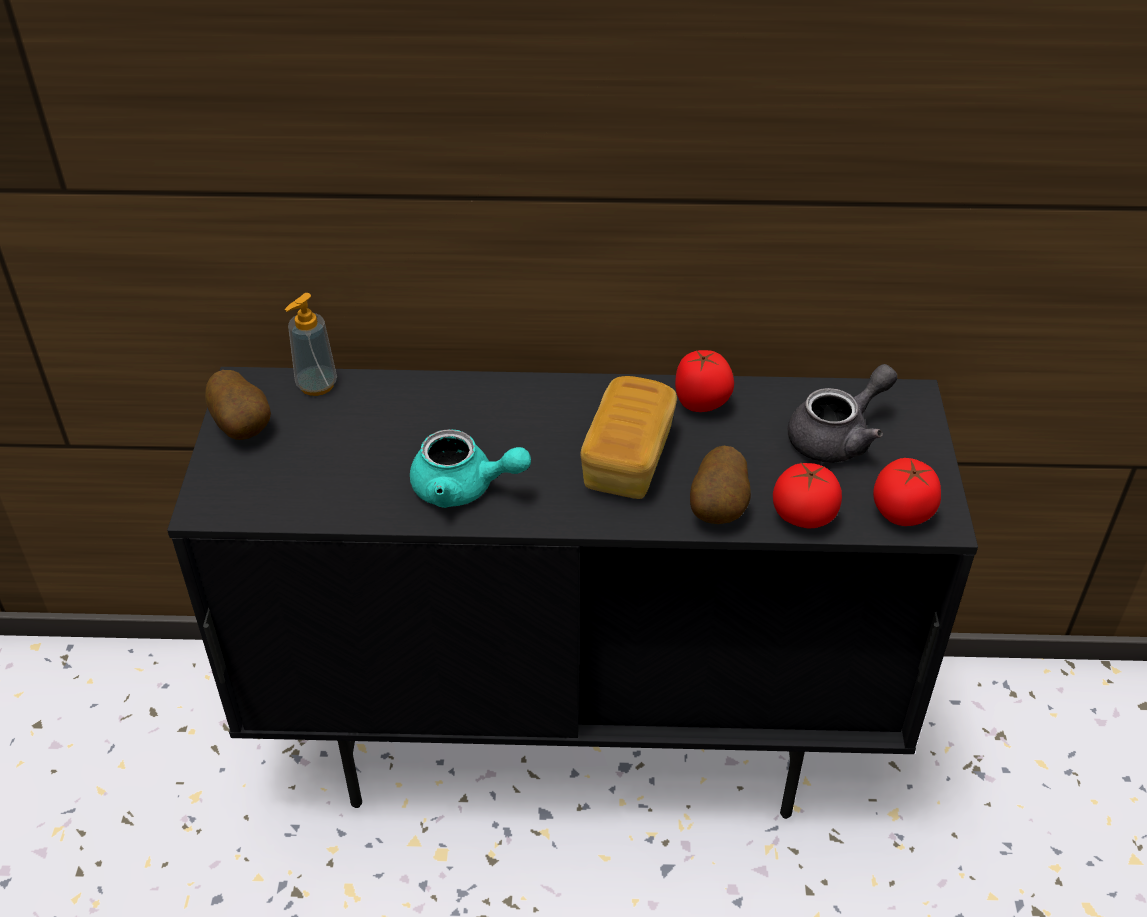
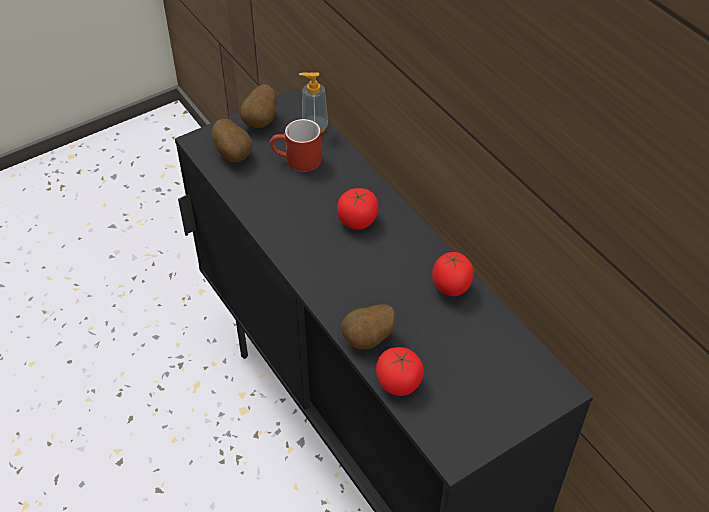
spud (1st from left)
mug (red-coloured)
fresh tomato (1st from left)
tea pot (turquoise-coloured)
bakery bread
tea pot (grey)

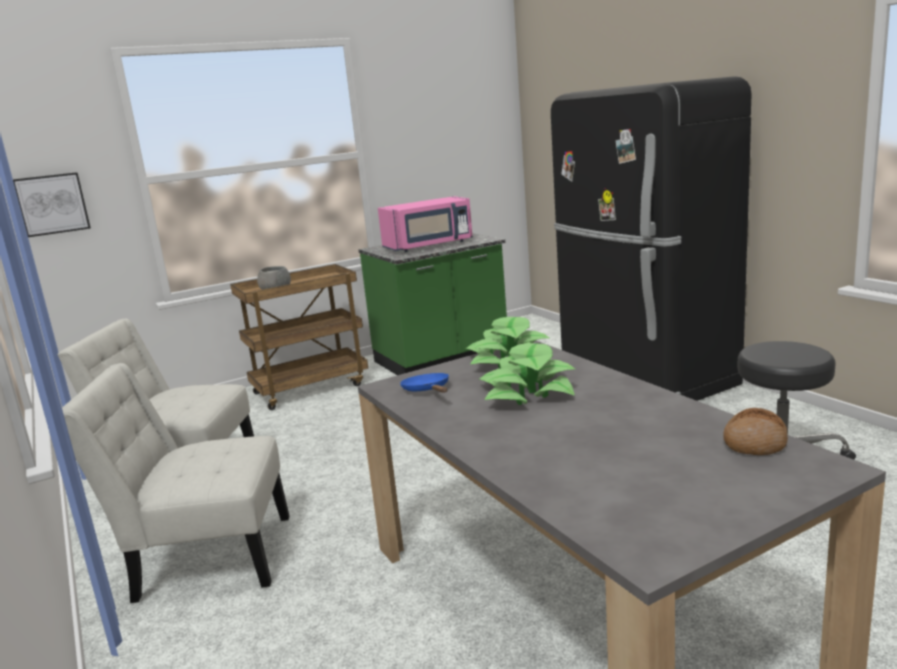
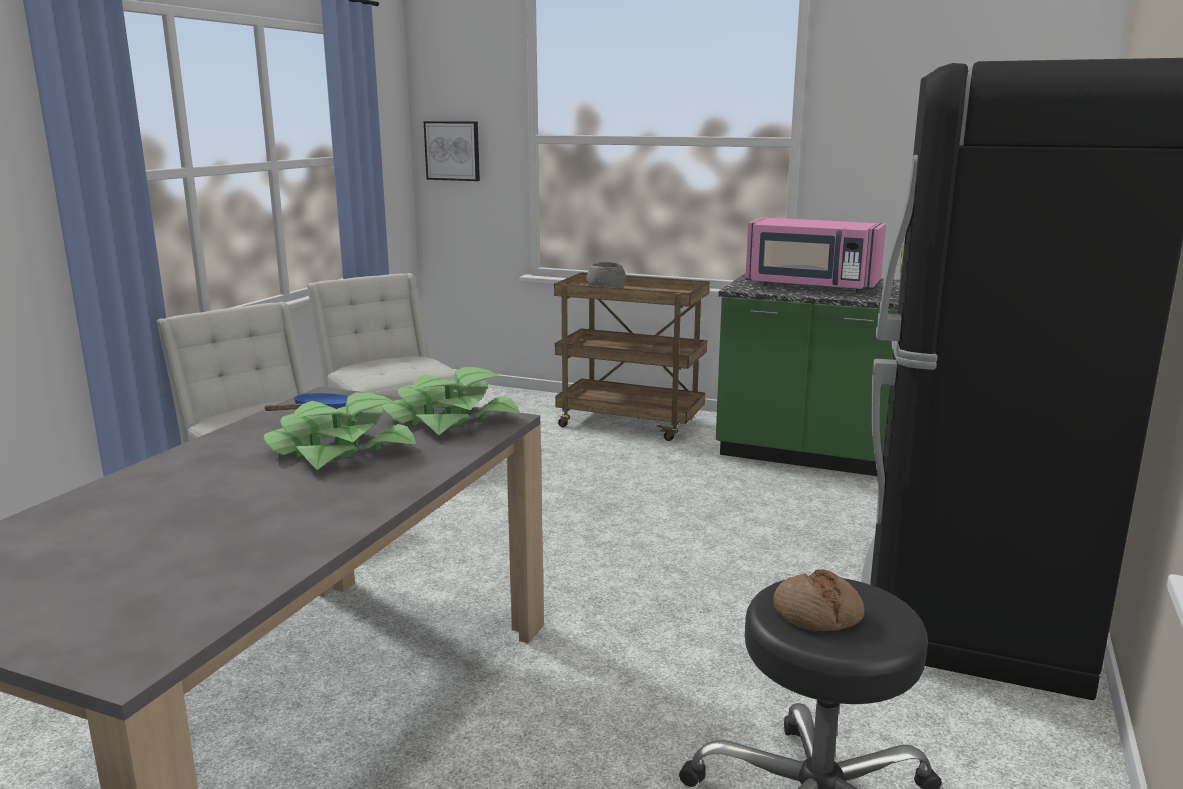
bakery bread

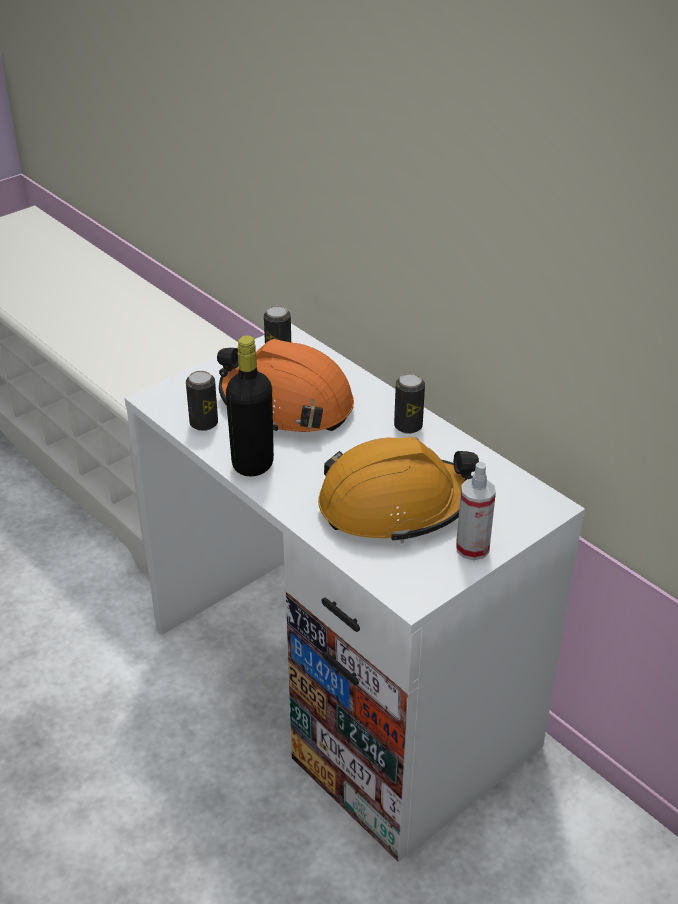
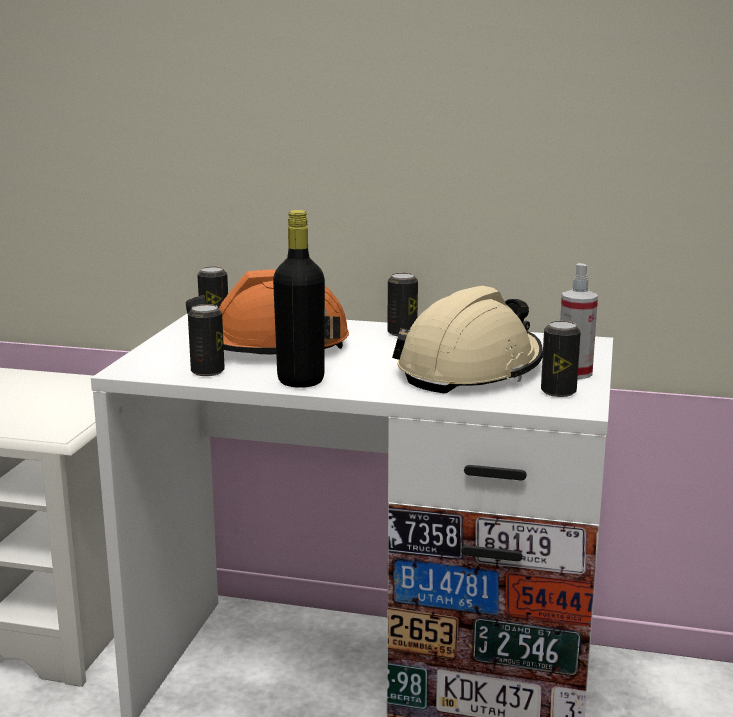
work helmet (beige)
can (4th from left)

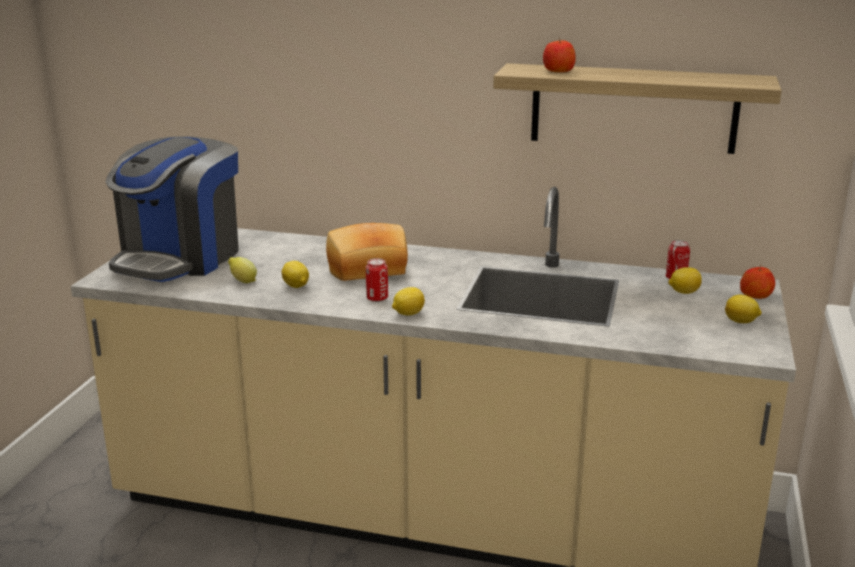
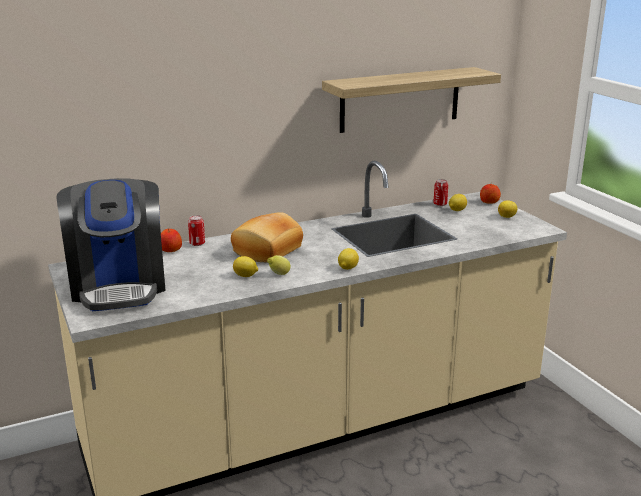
whole apple (1st from left)
can (1st from left)
lemon (2nd from left)

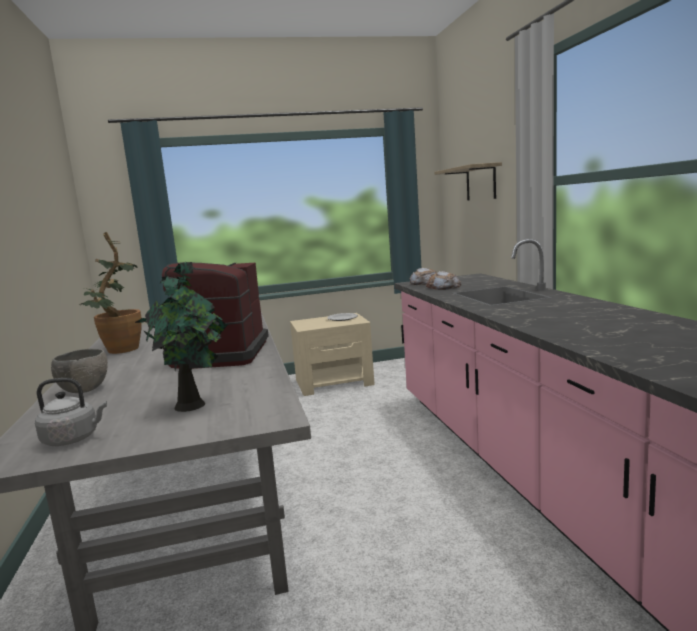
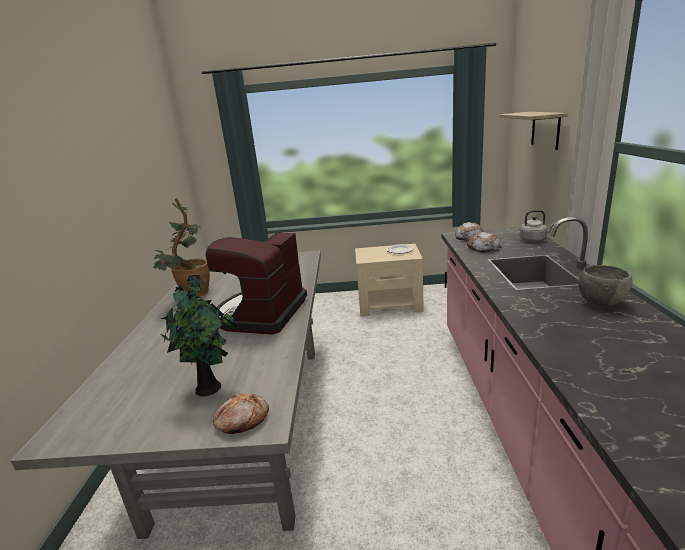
bakery bread (1st from left)
kettle (grey)
bowl (grey)

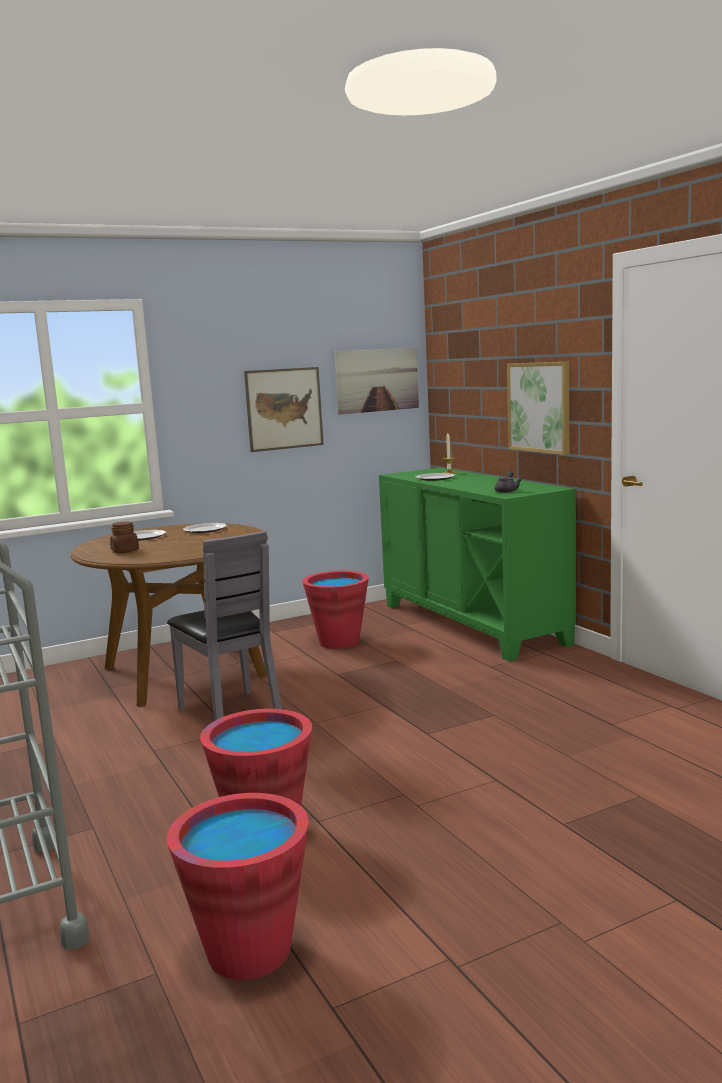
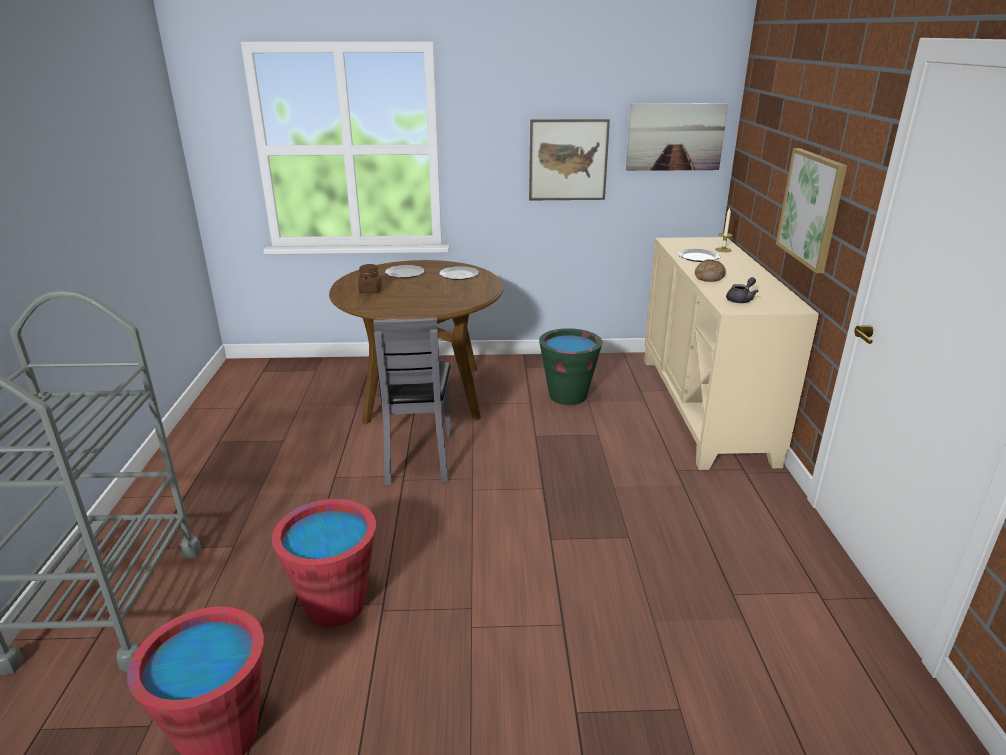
pail (greenish)
storage cabinet (beige)
bakery bread

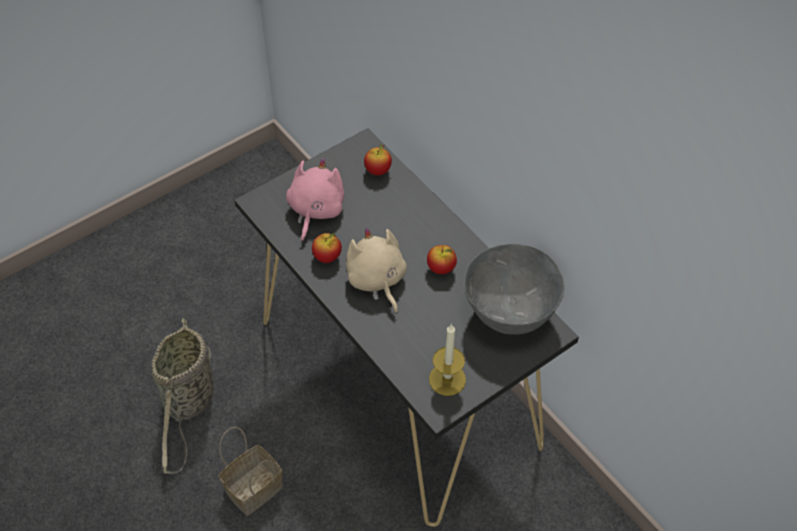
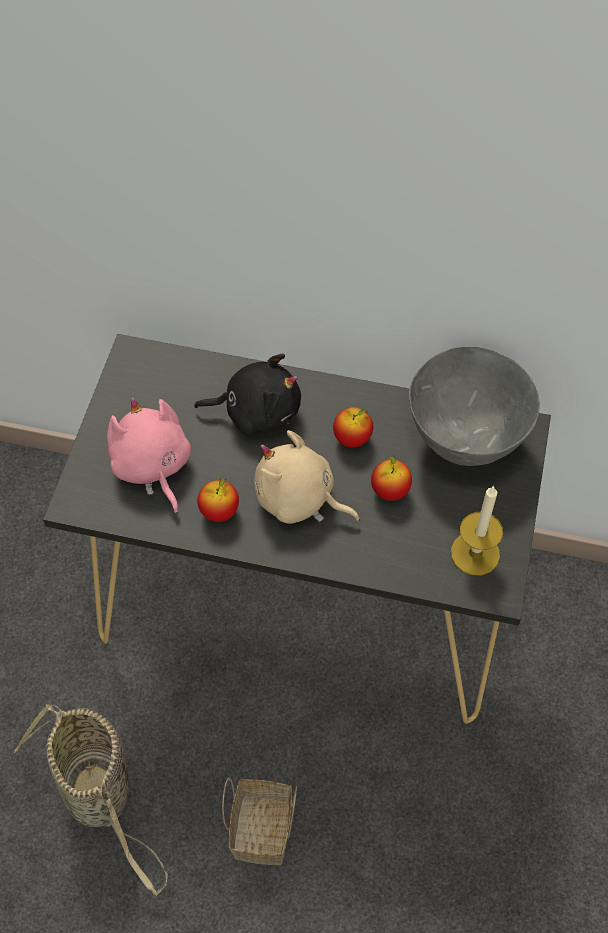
plush toy (blackish)
whole apple (3rd from left)

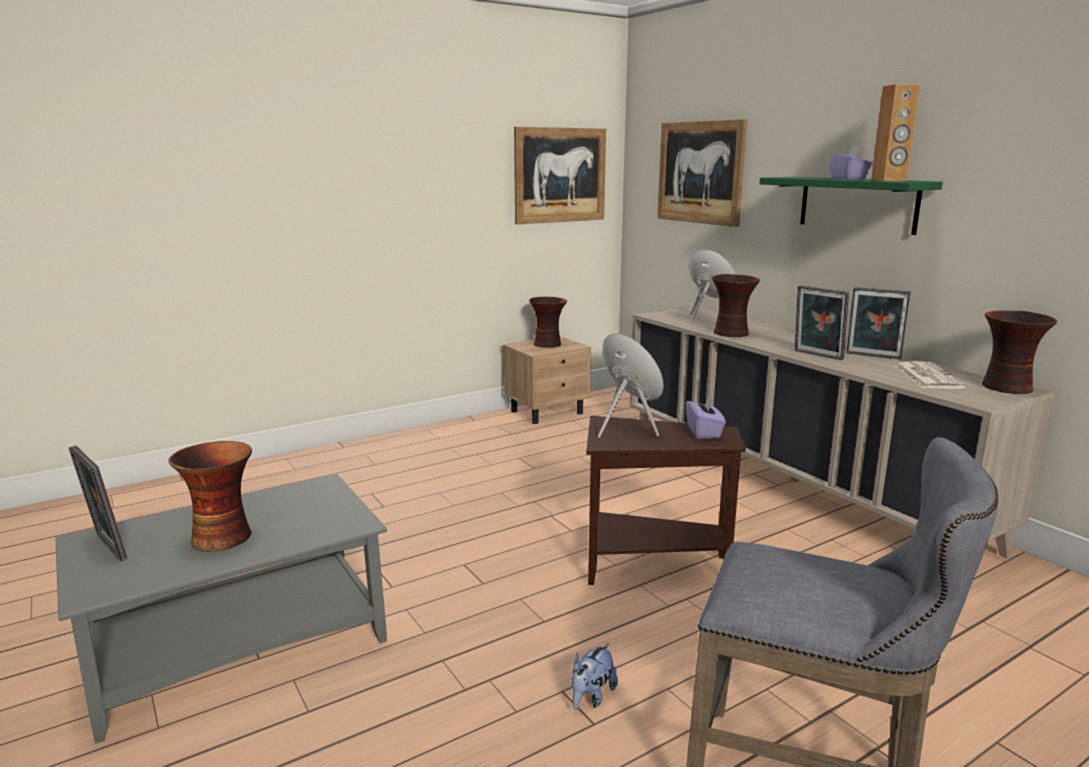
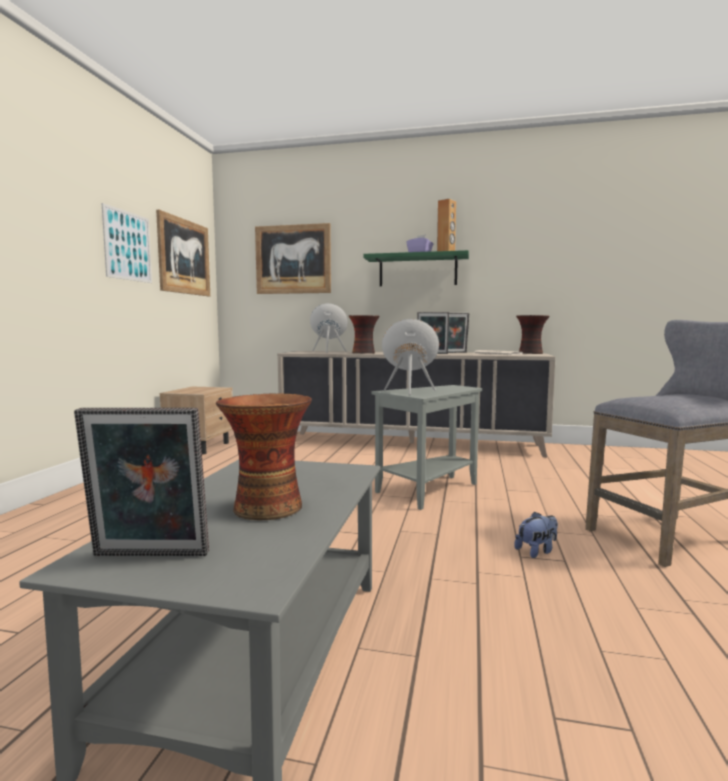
wall picture (1st from left)
end table (grey)
plush toy
flower vase (2nd from left in the first image)
box of tissues (purple) (1st from left in the first image)

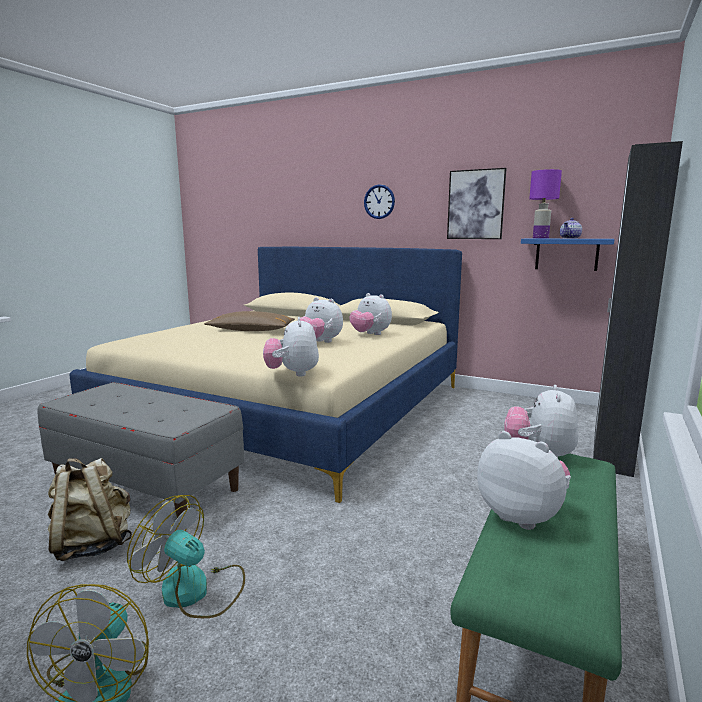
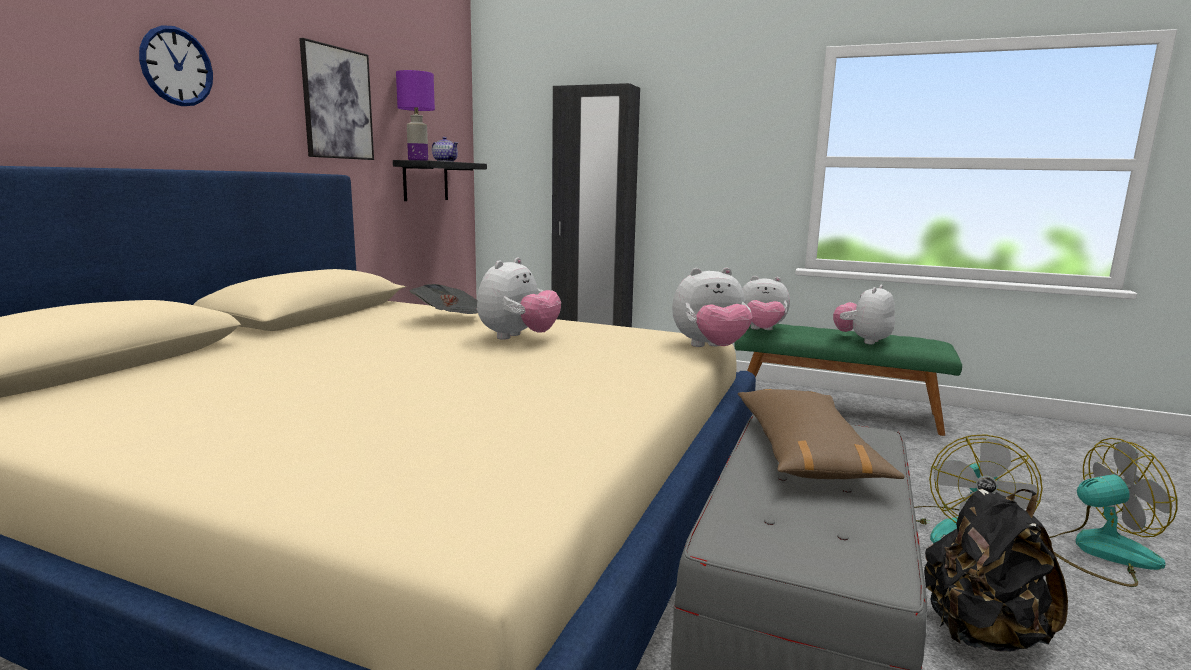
bracket shelf (blackish)
daily paper
cushion (brownish)
backpack (blackish)

